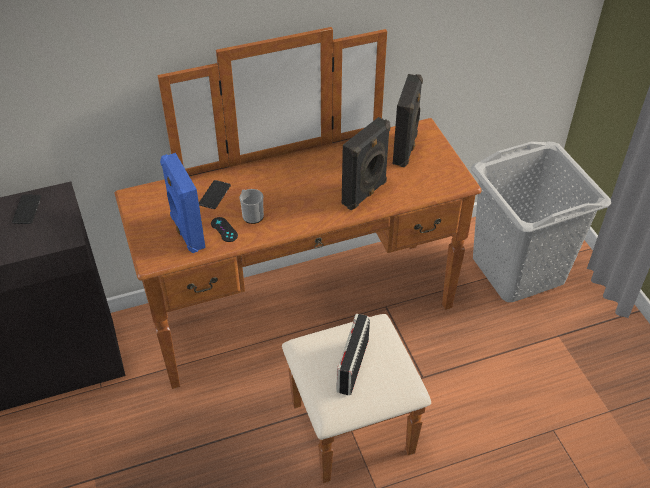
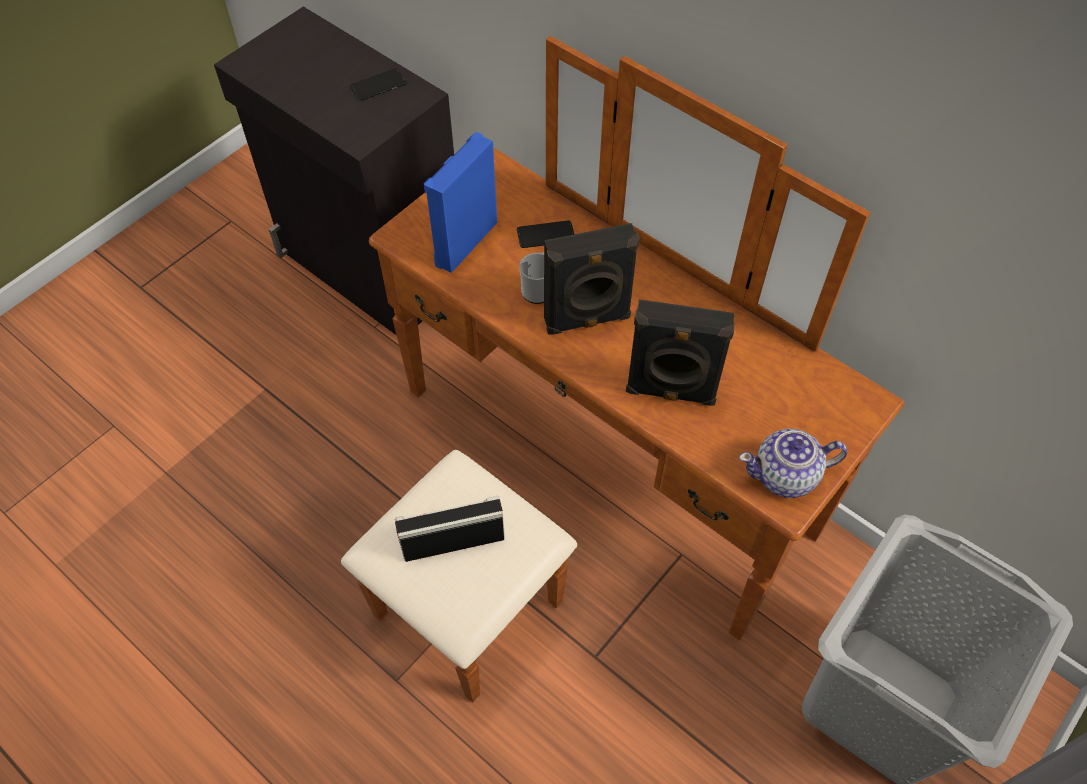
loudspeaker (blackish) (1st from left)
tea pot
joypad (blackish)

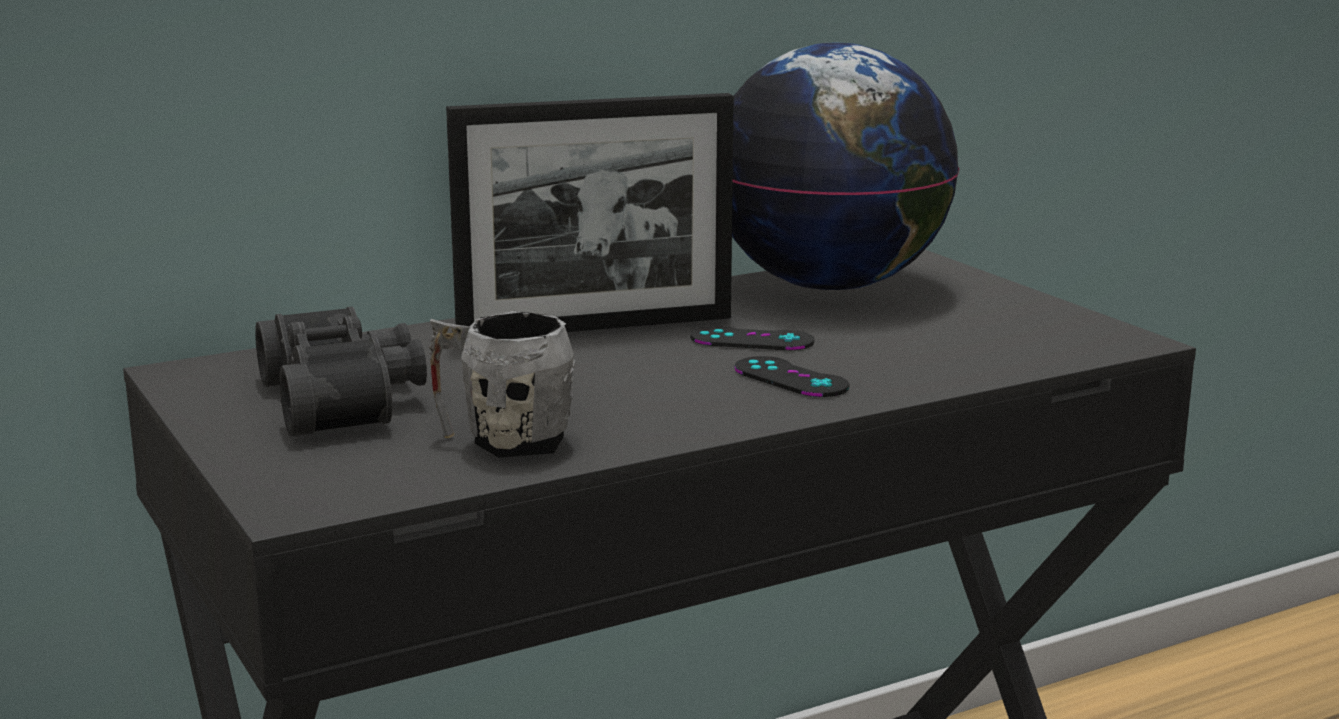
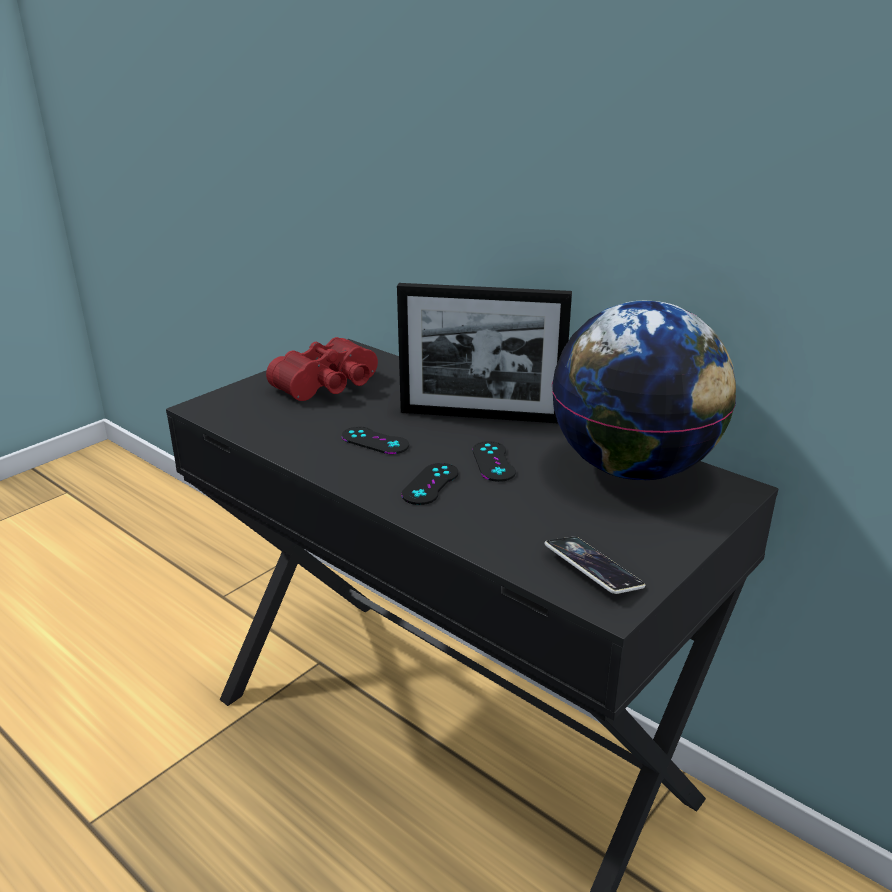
pair of binoculars (red-coloured)
joypad (blackish) (1st from left)
photo frame
telephone
mug (grey)

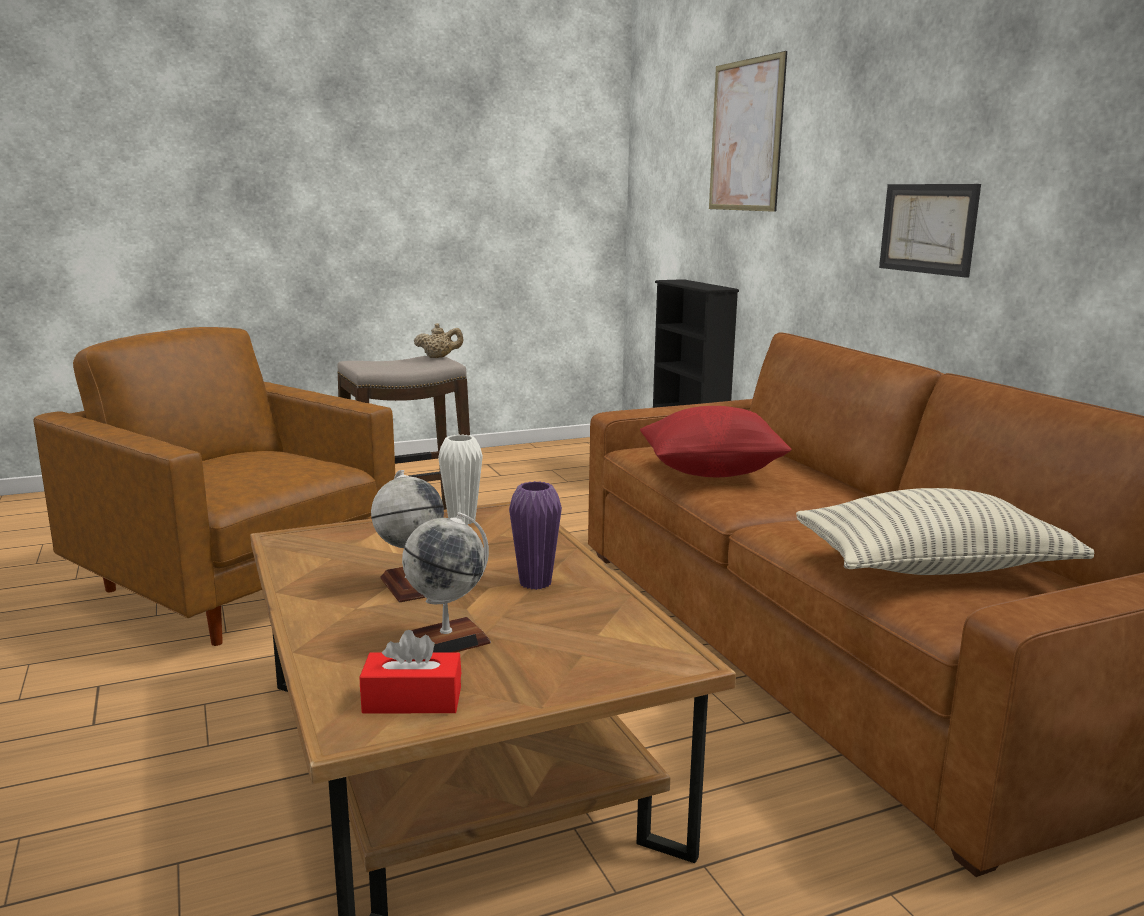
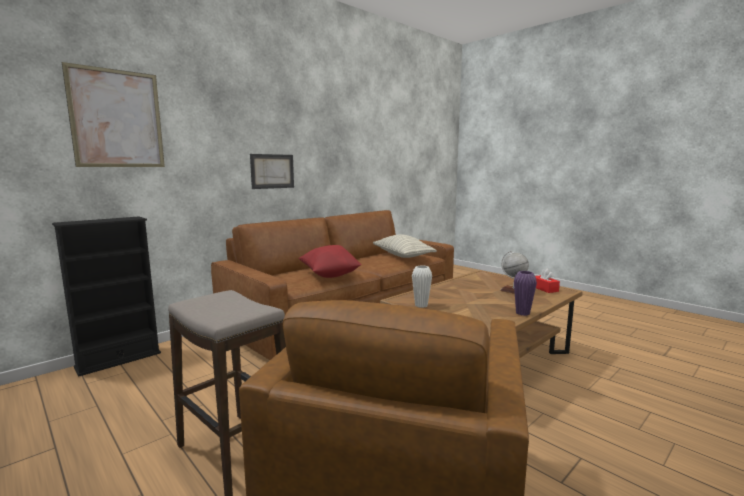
flower vase (purple)
world globe (1st from left in the first image)
tea pot (beige)

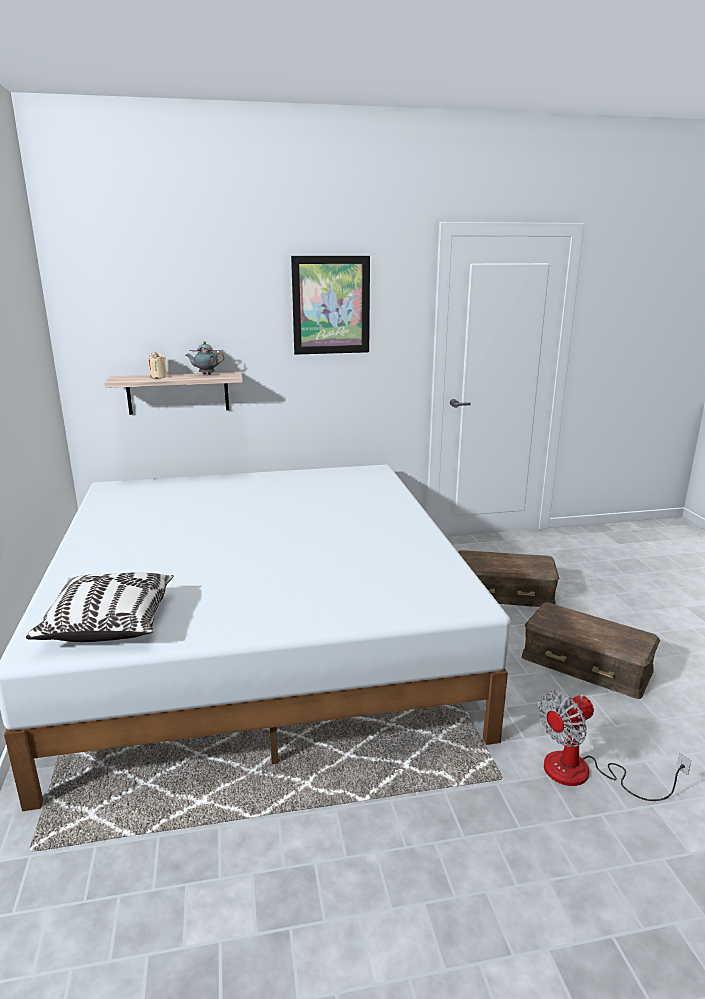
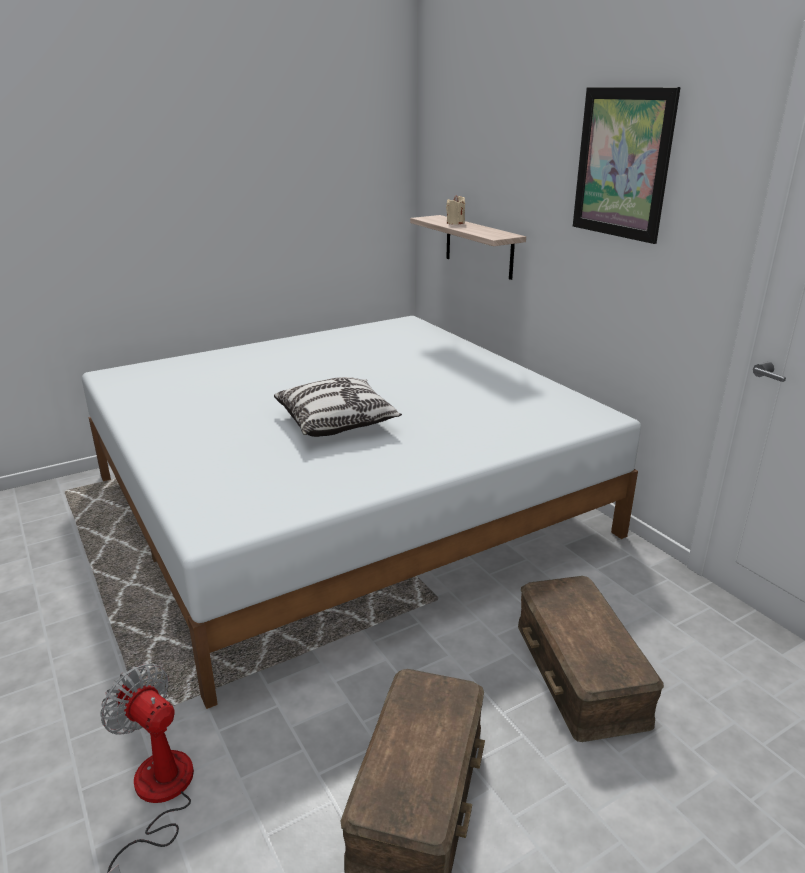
cushion
tea pot

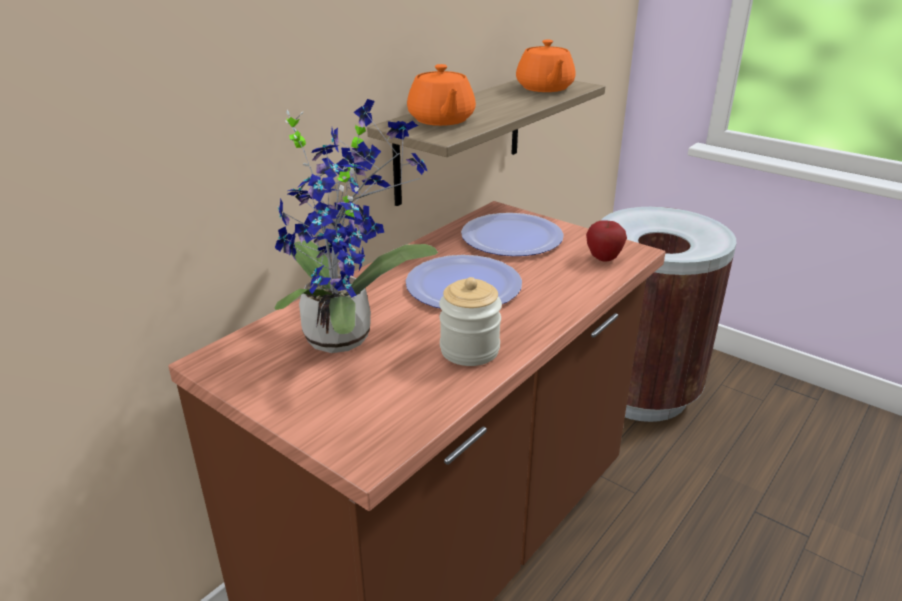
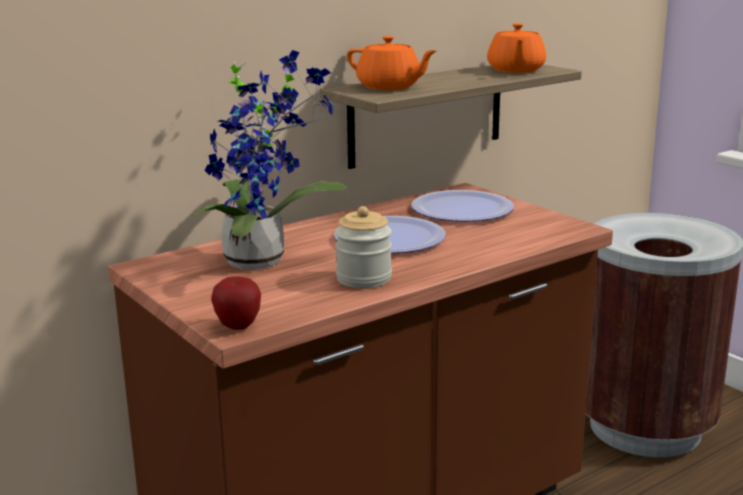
whole apple
tea pot (orangey) (1st from left)

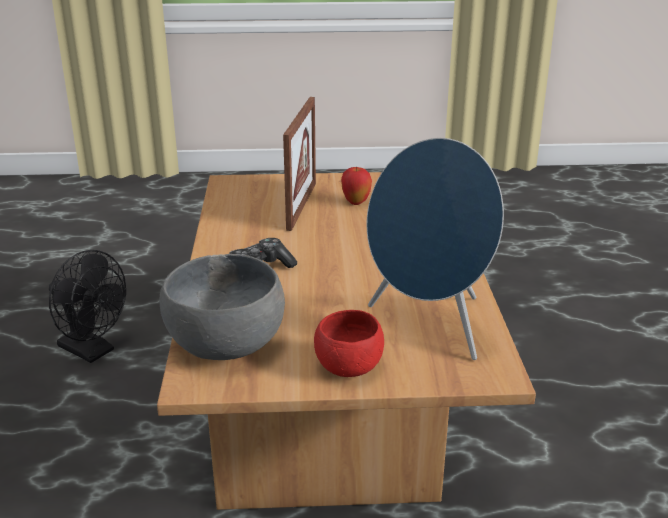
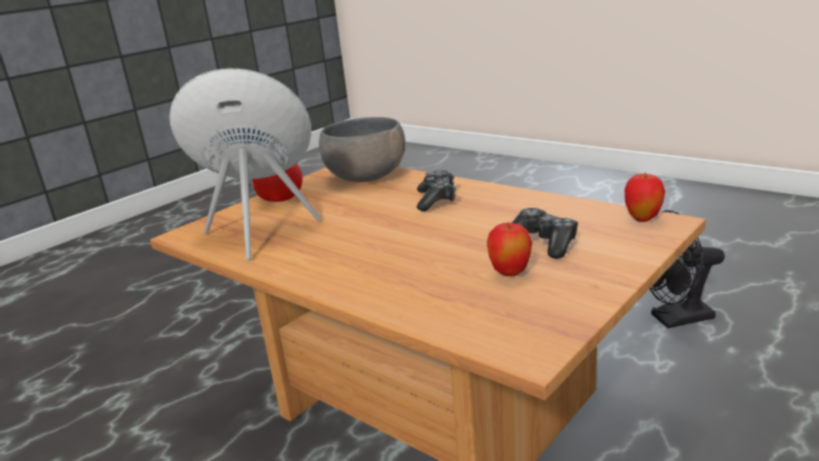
joypad (2nd from left)
whole apple (2nd from left)

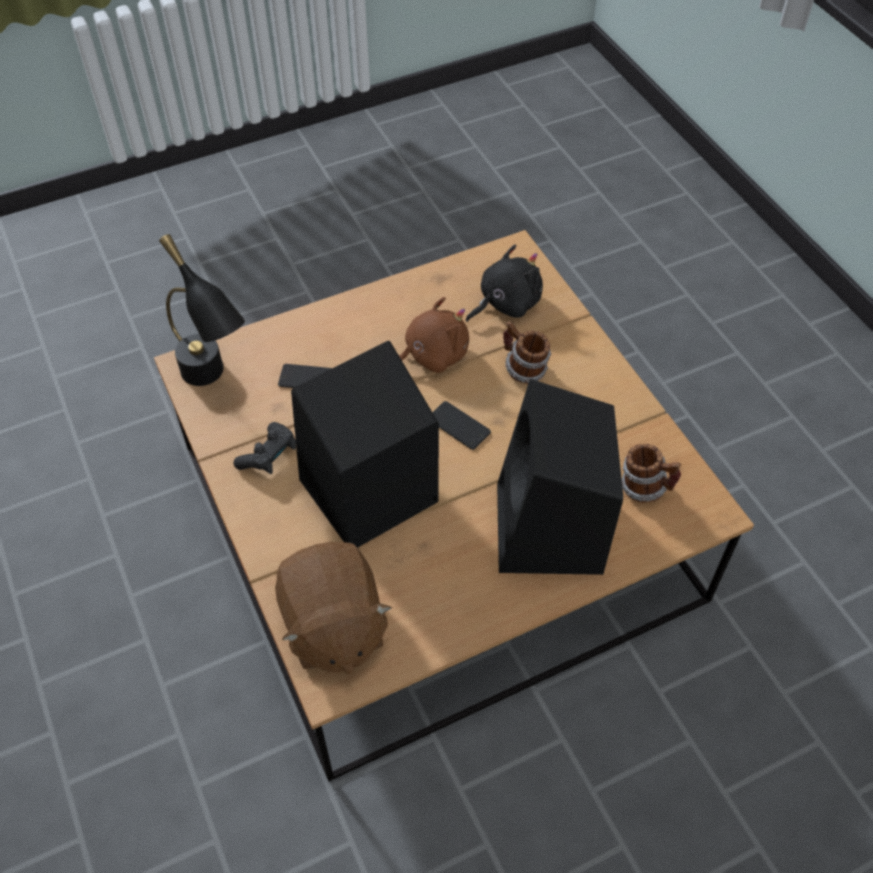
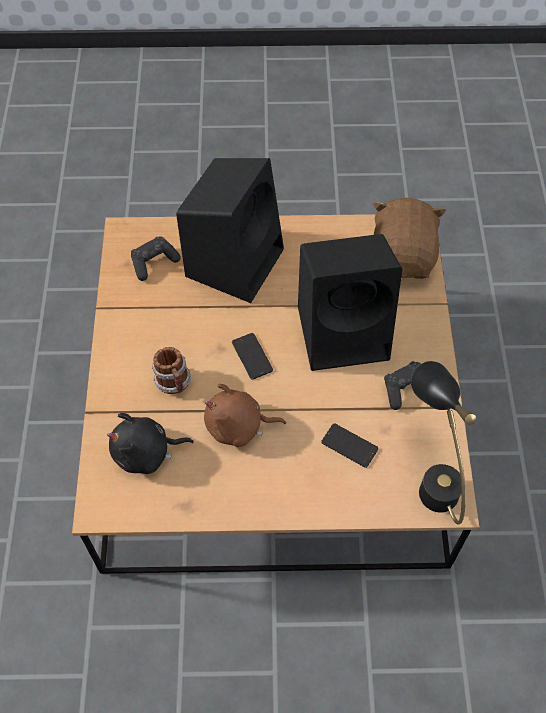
joypad (blackish) (1st from left)

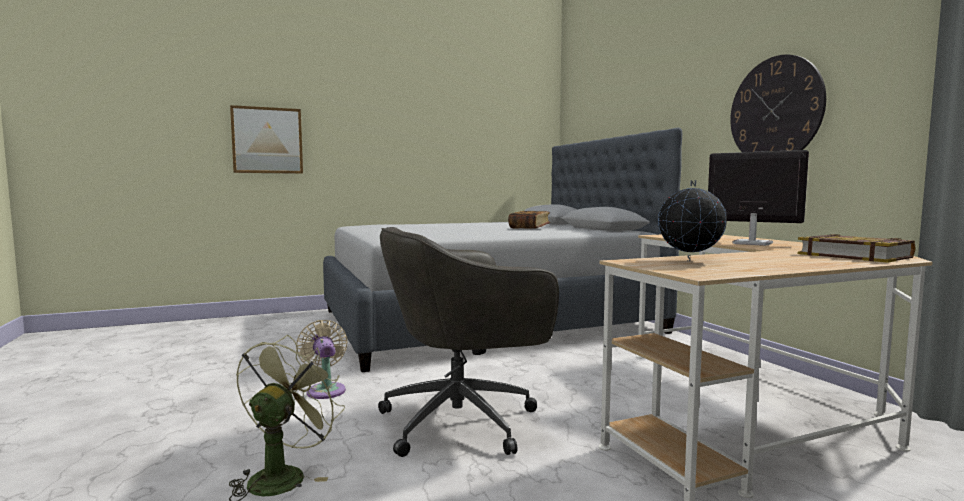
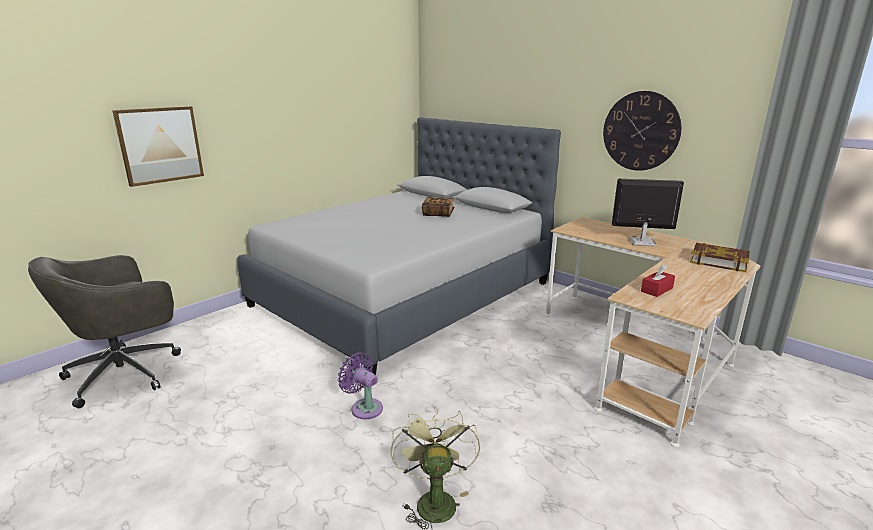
desk chair (grey)
fan (purple)
box of tissues (red-coloured)

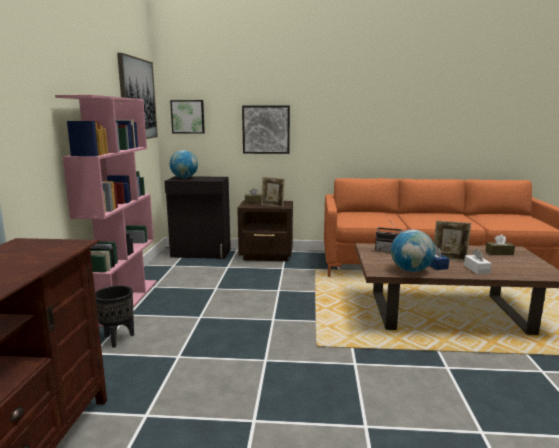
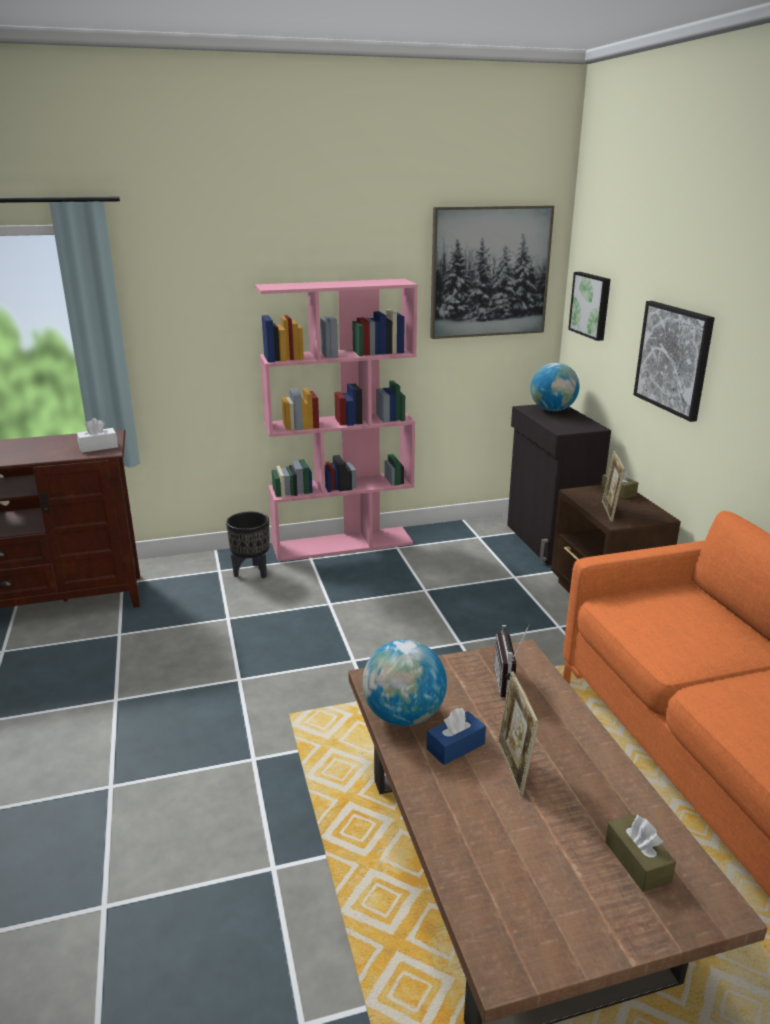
box of tissues (whitish)

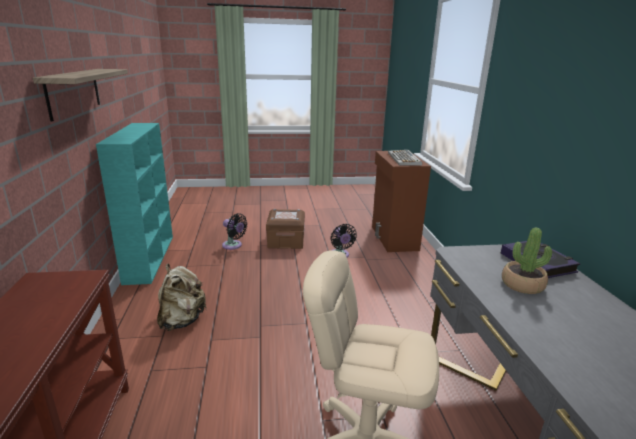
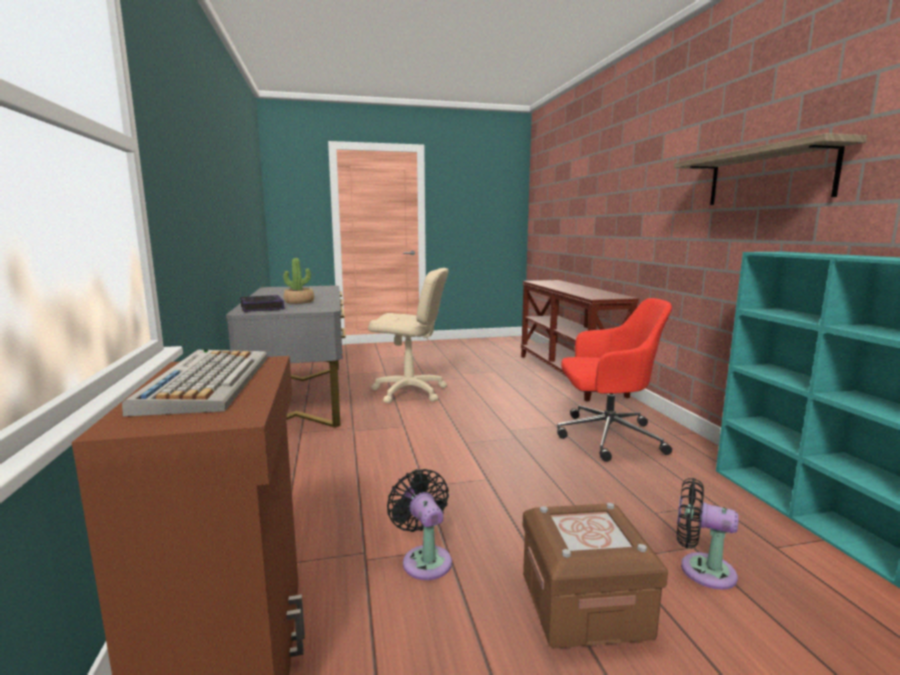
desk chair (red-coloured)

